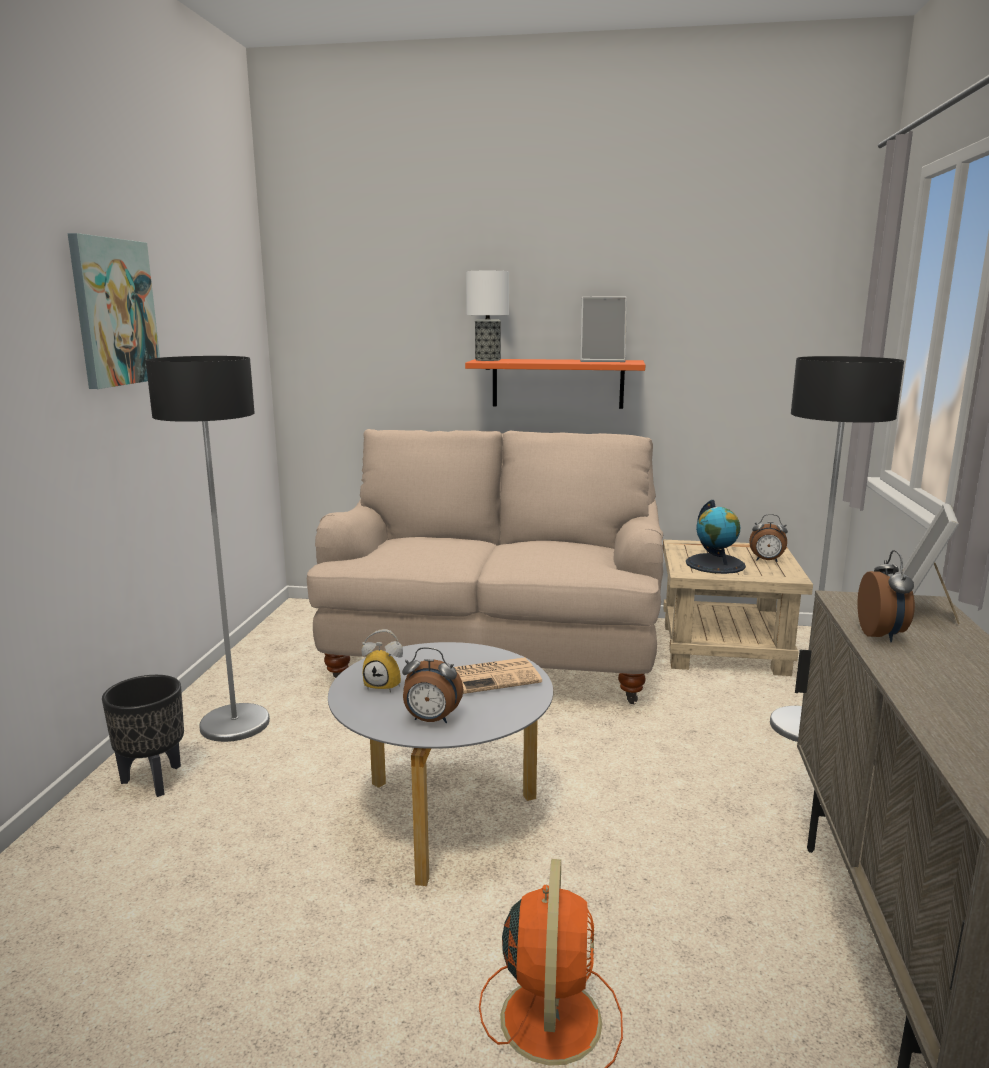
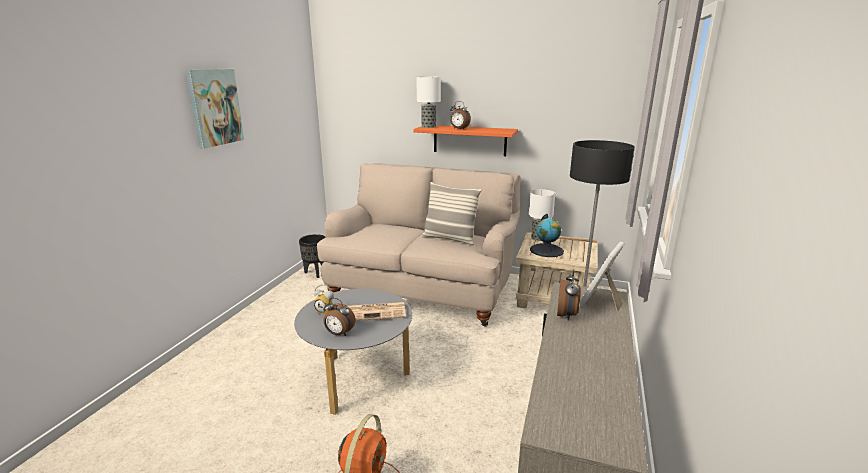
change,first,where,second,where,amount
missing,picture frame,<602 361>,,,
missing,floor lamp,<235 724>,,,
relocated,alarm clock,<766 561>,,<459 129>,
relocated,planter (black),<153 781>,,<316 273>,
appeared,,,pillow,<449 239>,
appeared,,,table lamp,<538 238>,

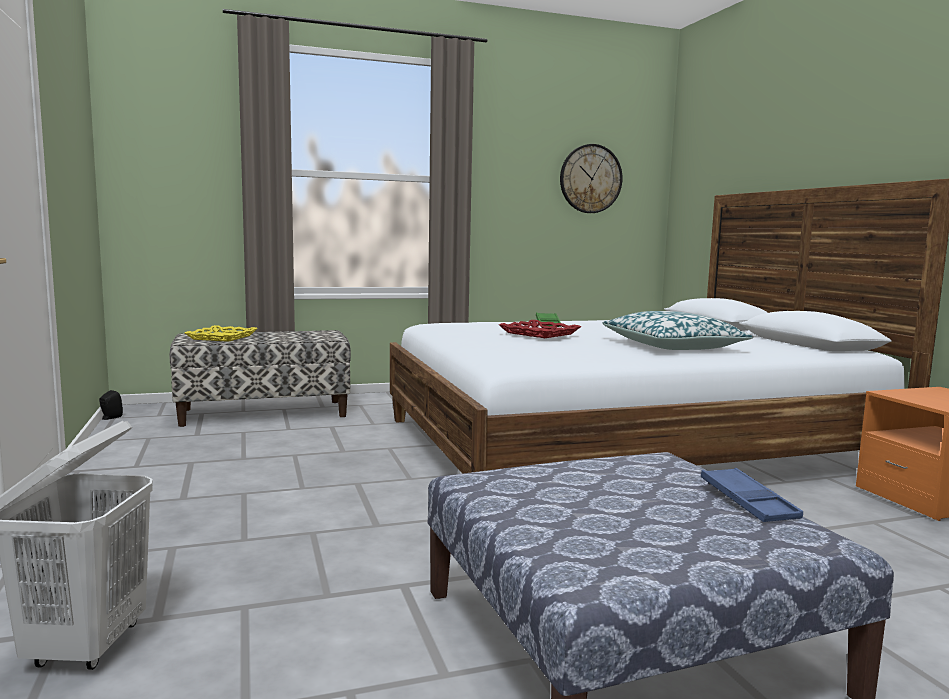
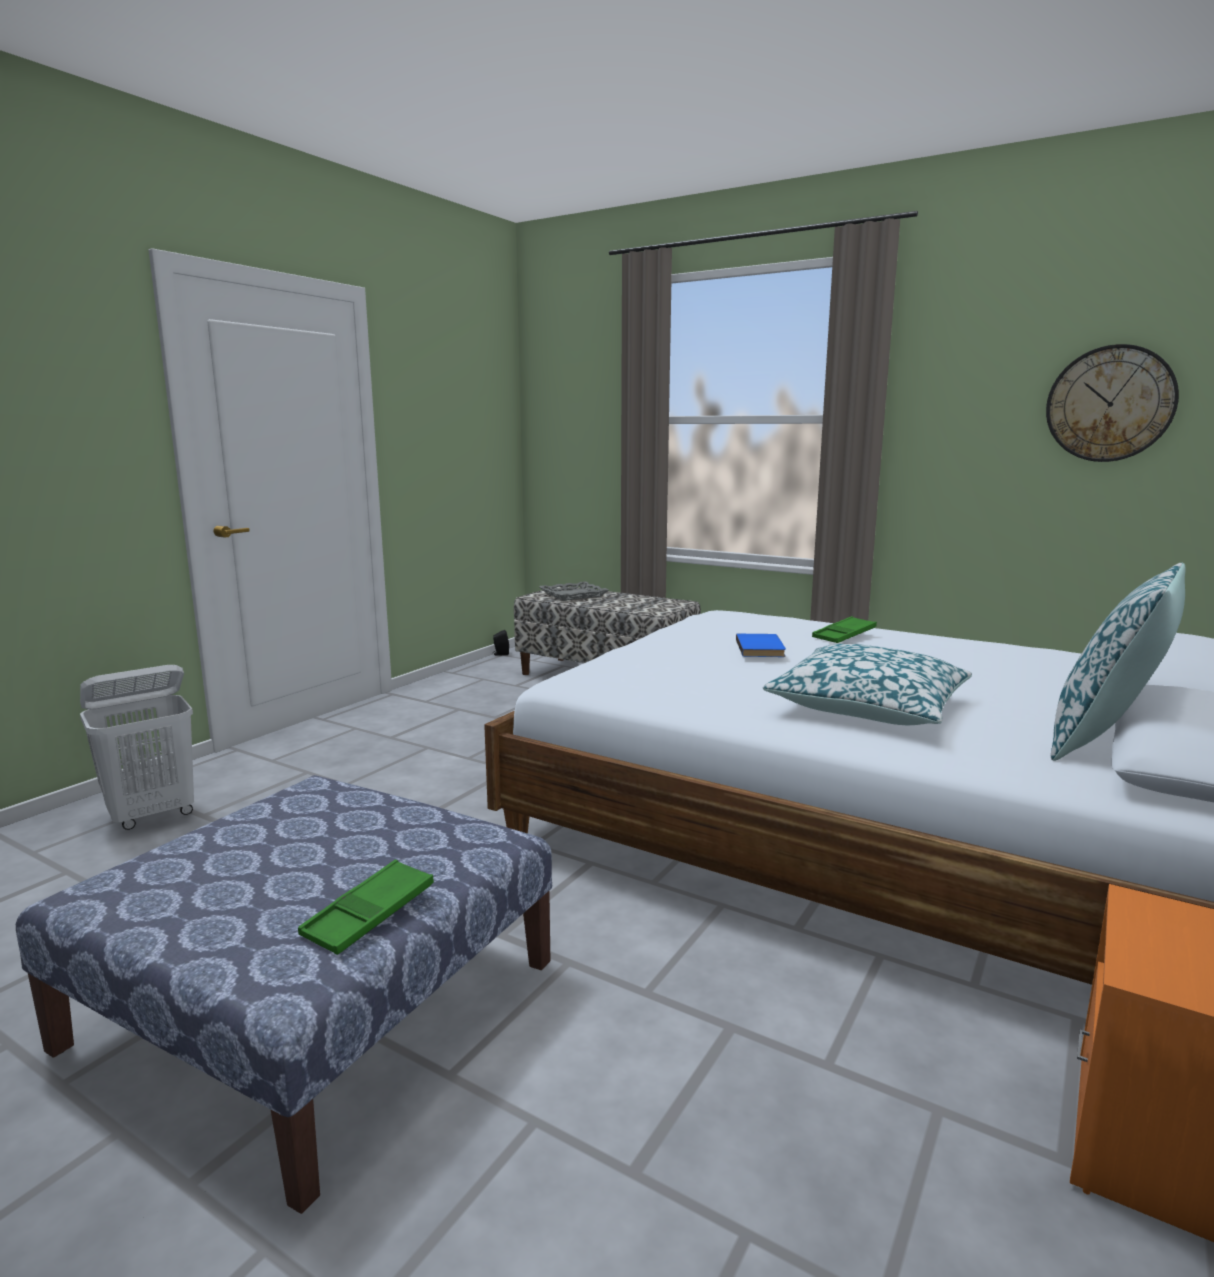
change,first,where,second,where,amount
exchanged,tray (red),<540 333>,book (blue),<762 648>,
colour,tray (yellow),<222 337>,tray (grey),<573 595>,
colour,tray (blue),<748 502>,tray (green),<369 914>,
appeared,,,pillow,<1107 740>,

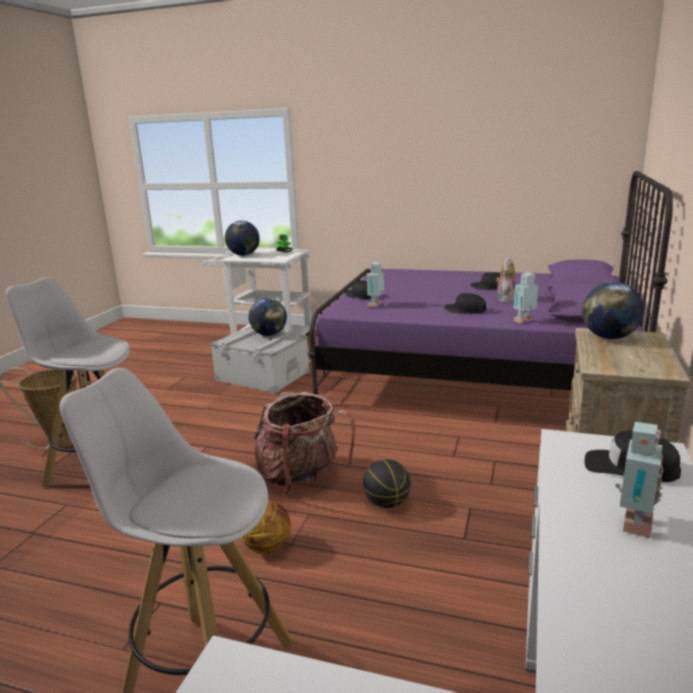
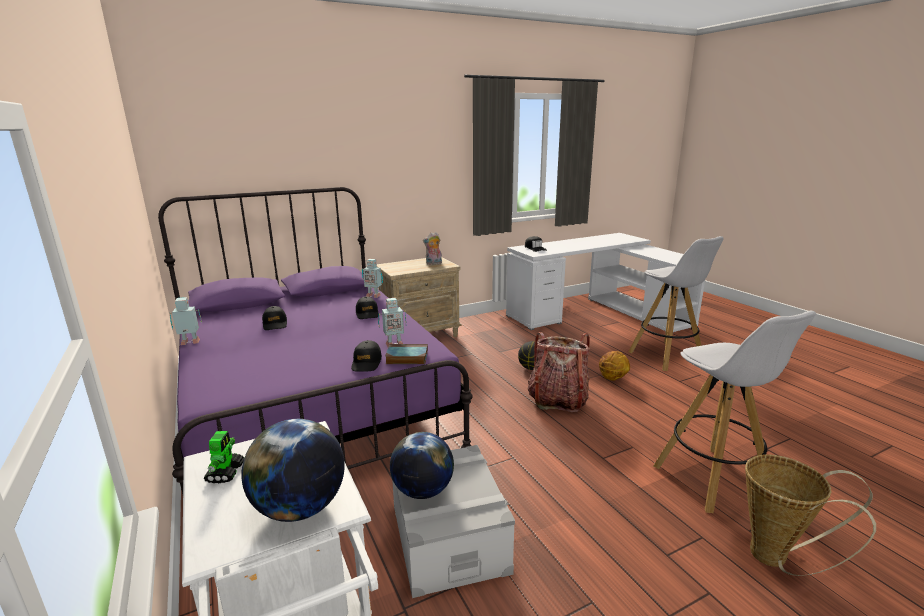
change,first,where,second,where,amount
relocated,plush toy,<505 299>,,<433 263>,
missing,globe,<609 337>,,,
relocated,toy robot,<633 525>,,<190 343>,
appeared,,,book,<406 357>,

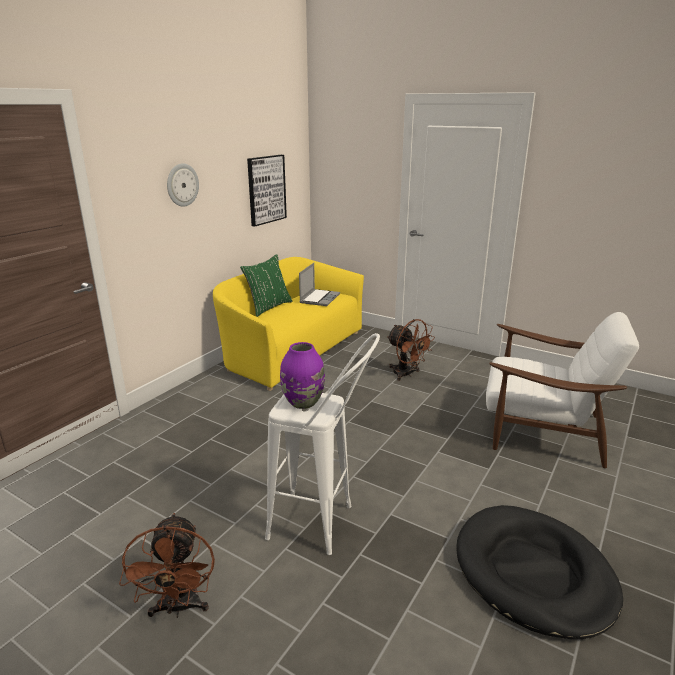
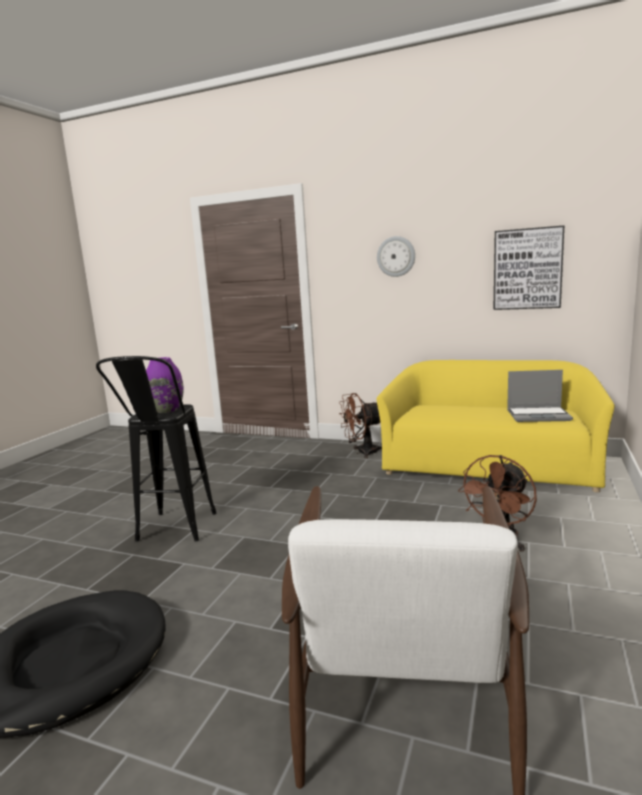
change,first,where,second,where,amount
missing,pillow (green),<268 307>,,,
colour,stool (white),<323 525>,stool (black),<172 533>,
relocated,fan (brown),<179 608>,,<362 452>,

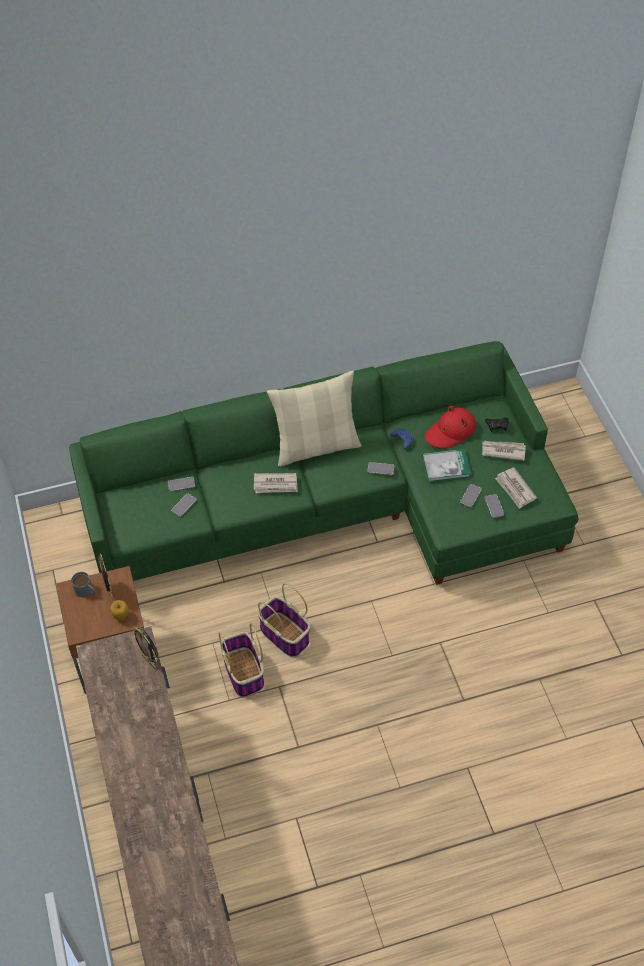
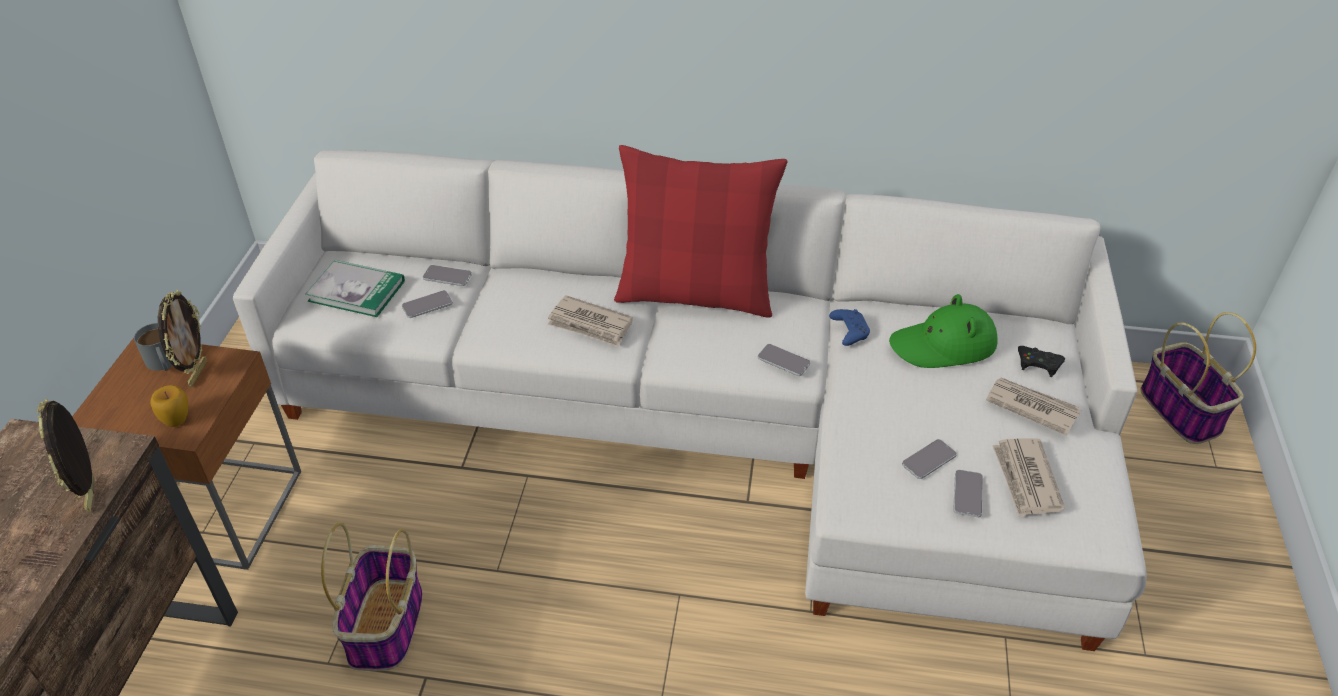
change,first,where,second,where,amount
colour,sofa (green),<340 503>,sofa (white),<721 420>,
colour,pillow (beige),<316 446>,pillow (red),<695 294>,
colour,hat (red),<450 431>,hat (green),<943 345>,
relocated,book,<446 466>,,<356 291>,
relocated,basket,<285 635>,,<1182 411>,

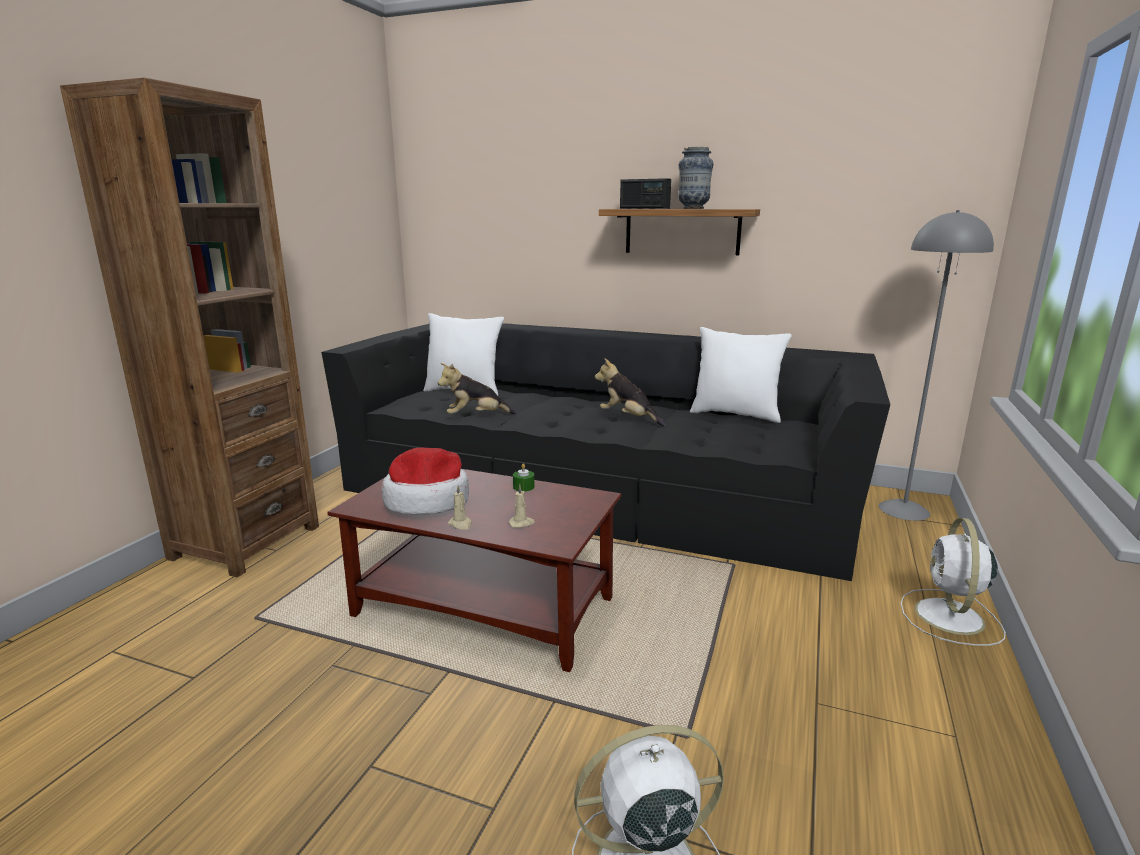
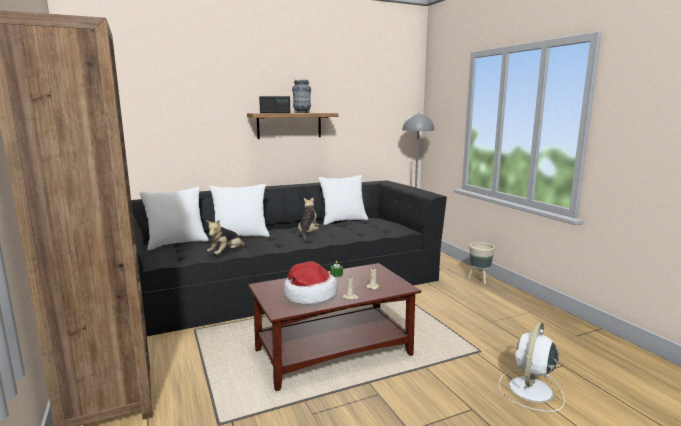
change,first,where,second,where,amount
spun,plush toy,<628 418>,,<308 233>,105 degrees clockwise
exchanged,fan (white),<949 618>,planter (beige),<479 280>,
appeared,,,pillow (white),<241 237>,

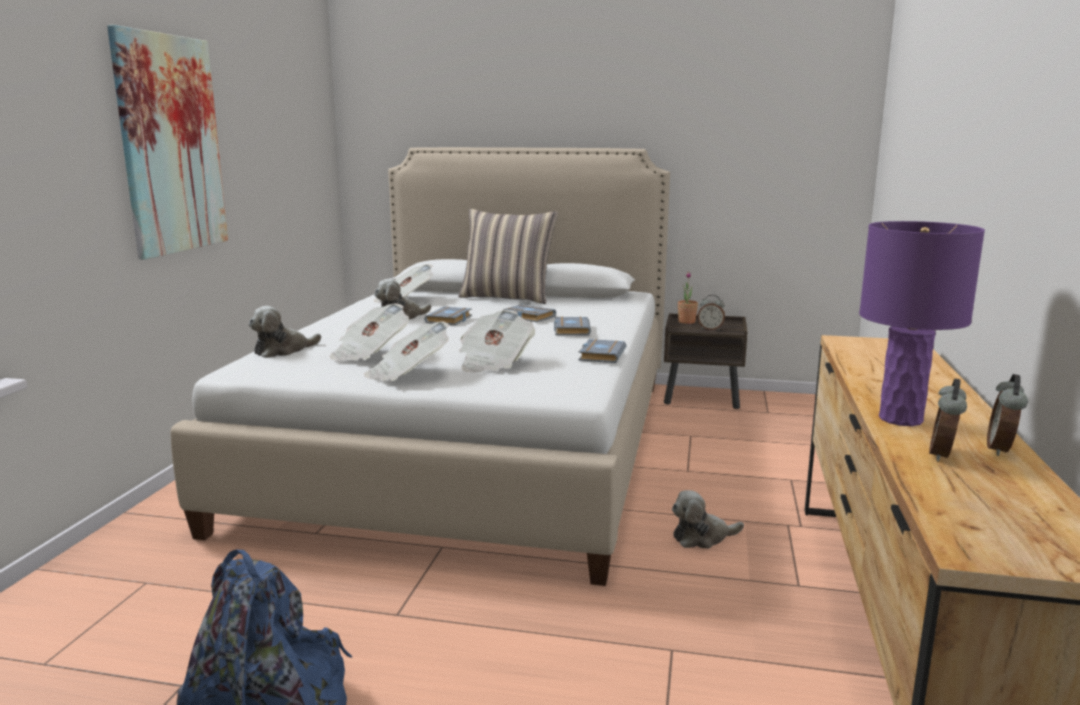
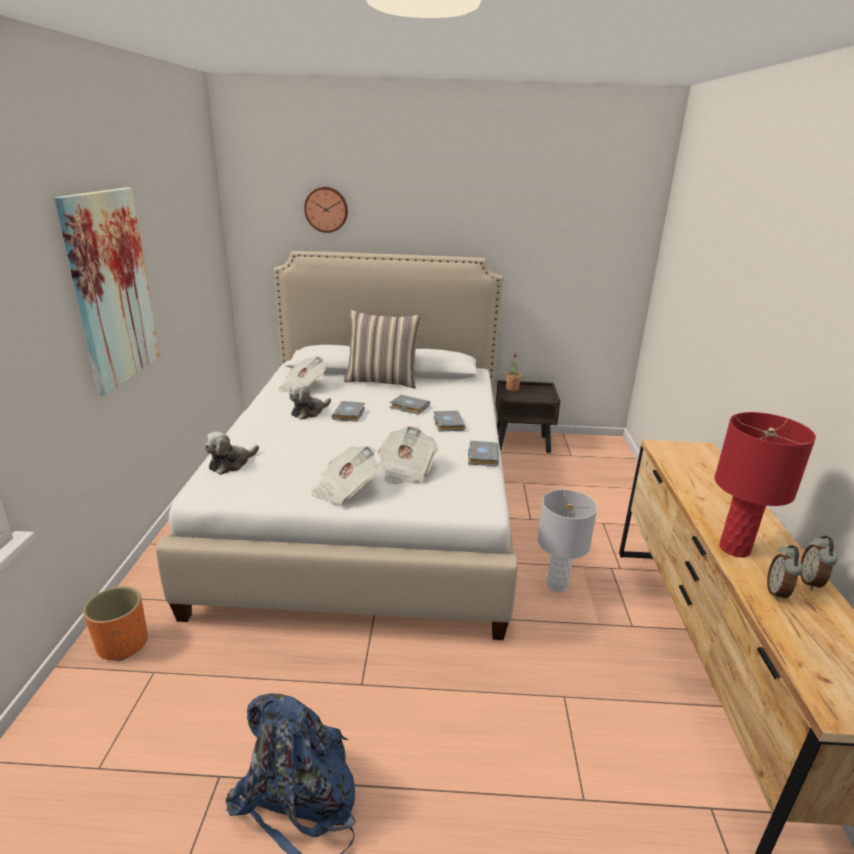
change,first,where,second,where,amount
colour,table lamp (purple),<900 419>,table lamp (red),<734 548>,
missing,alarm clock,<710 329>,,,
missing,newspaper,<369 353>,,,
exchanged,plush toy,<702 537>,table lamp (grey),<557 585>,
appeared,,,wall clock,<326 209>,
appeared,,,planter (orange),<122 644>,

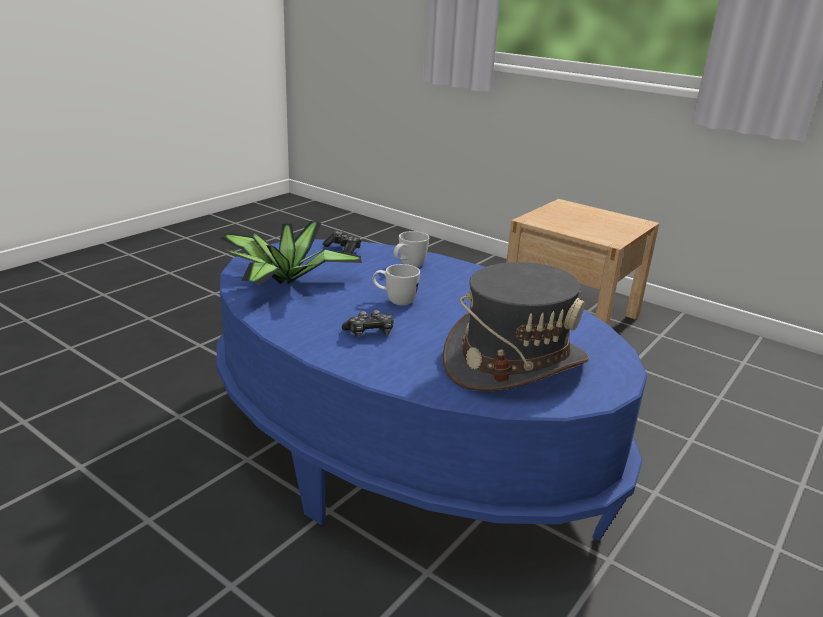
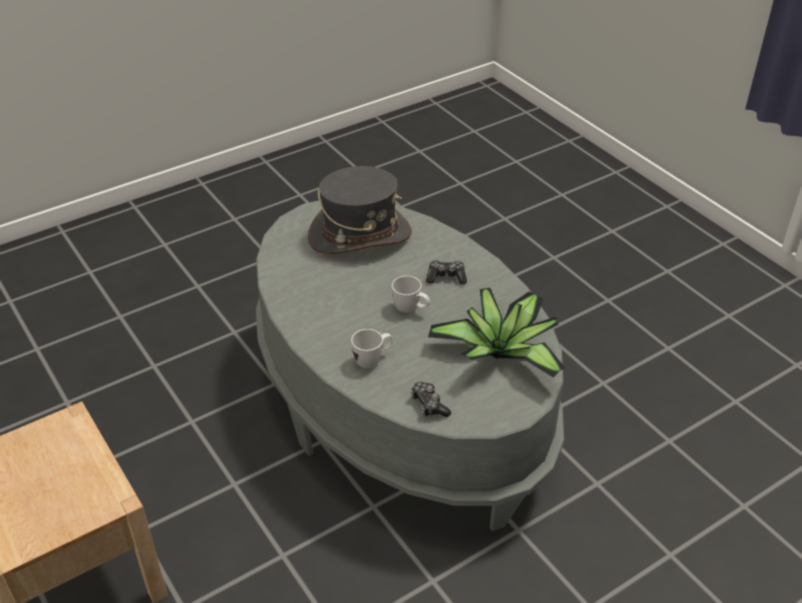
change,first,where,second,where,amount
colour,coffee table (blue),<403 450>,coffee table (grey),<401 404>,

